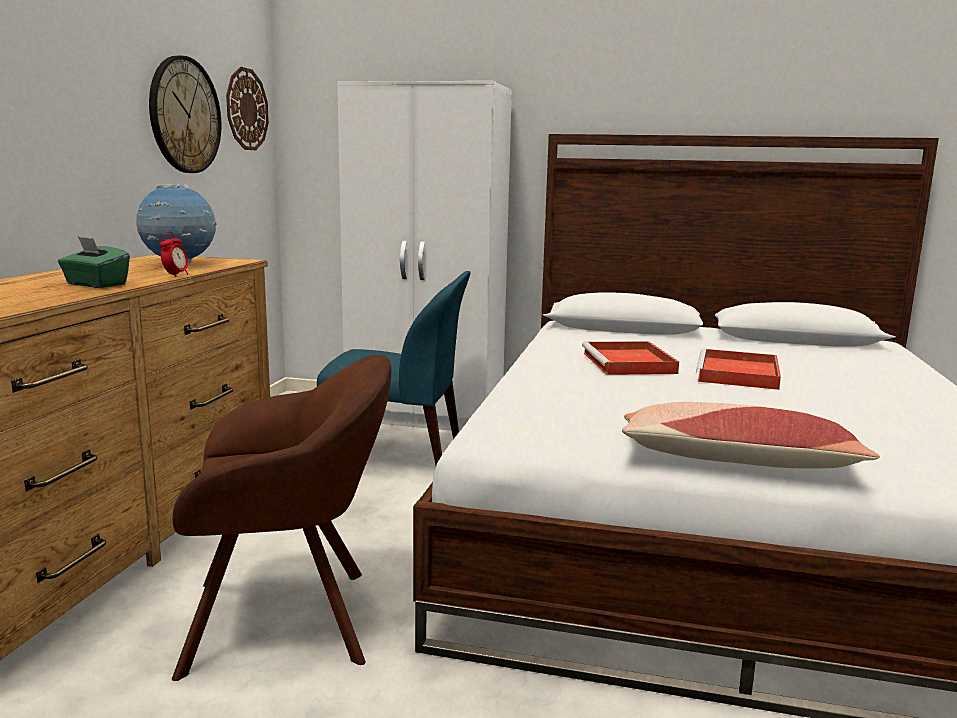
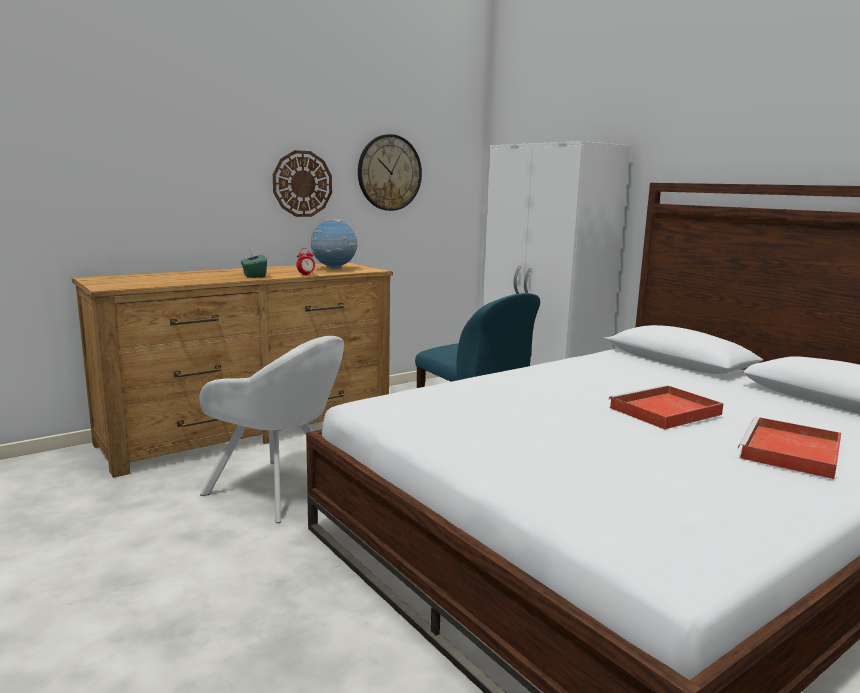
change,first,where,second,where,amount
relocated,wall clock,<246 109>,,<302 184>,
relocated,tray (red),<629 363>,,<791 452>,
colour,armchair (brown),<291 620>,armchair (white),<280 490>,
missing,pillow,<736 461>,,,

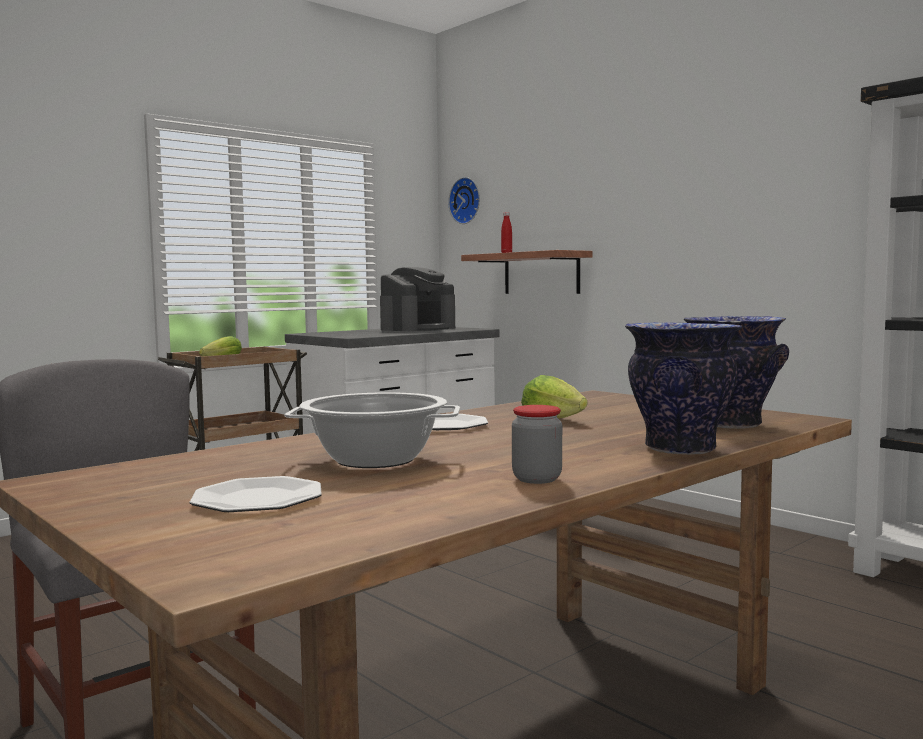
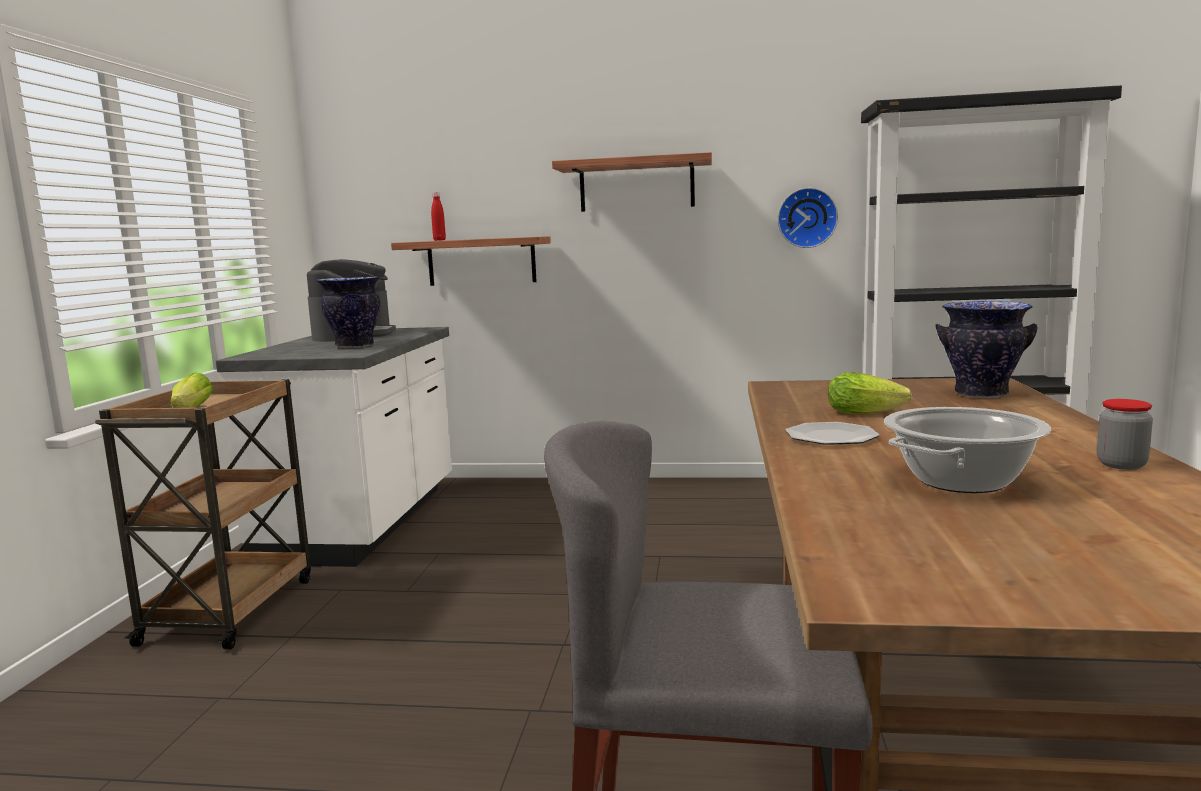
change,first,where,second,where,amount
relocated,wall clock,<466 201>,,<807 218>,
relocated,vase,<681 449>,,<355 346>,
missing,plate,<258 499>,,,
appeared,,,shelf,<636 185>,

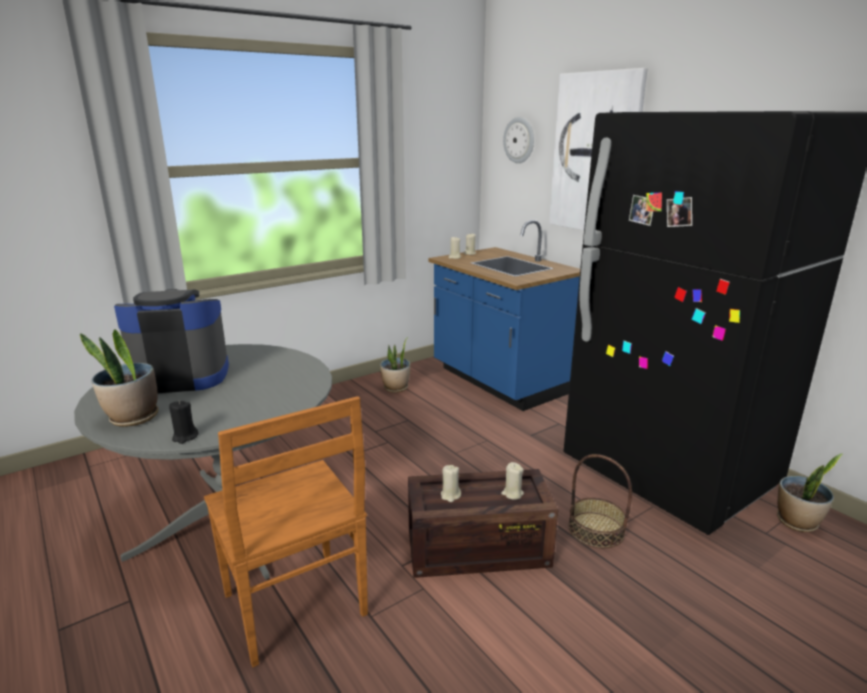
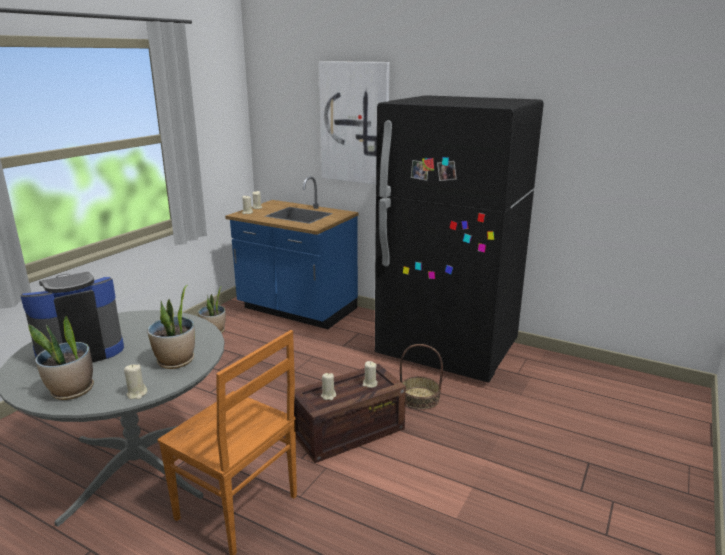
change,first,where,second,where,amount
missing,wall clock,<519 140>,,,
colour,candle (black),<185 437>,candle (beige),<137 394>,
relocated,potted plant,<797 522>,,<176 361>,

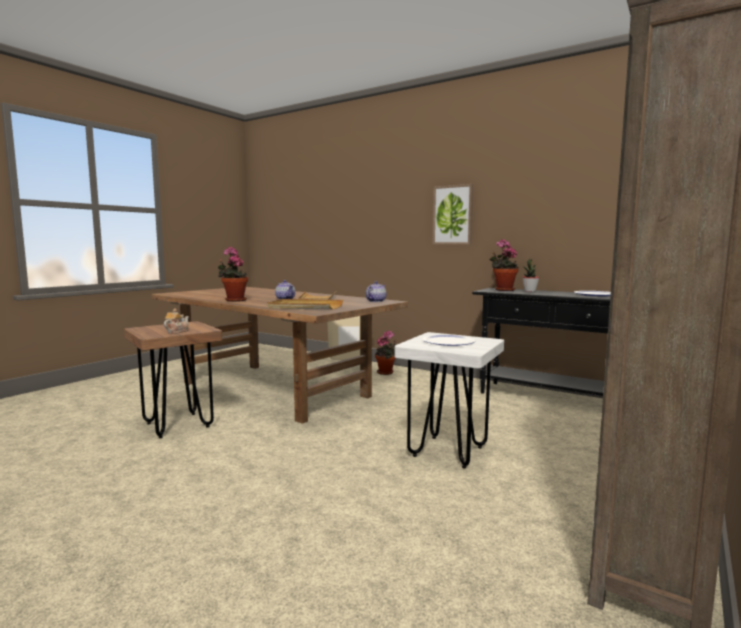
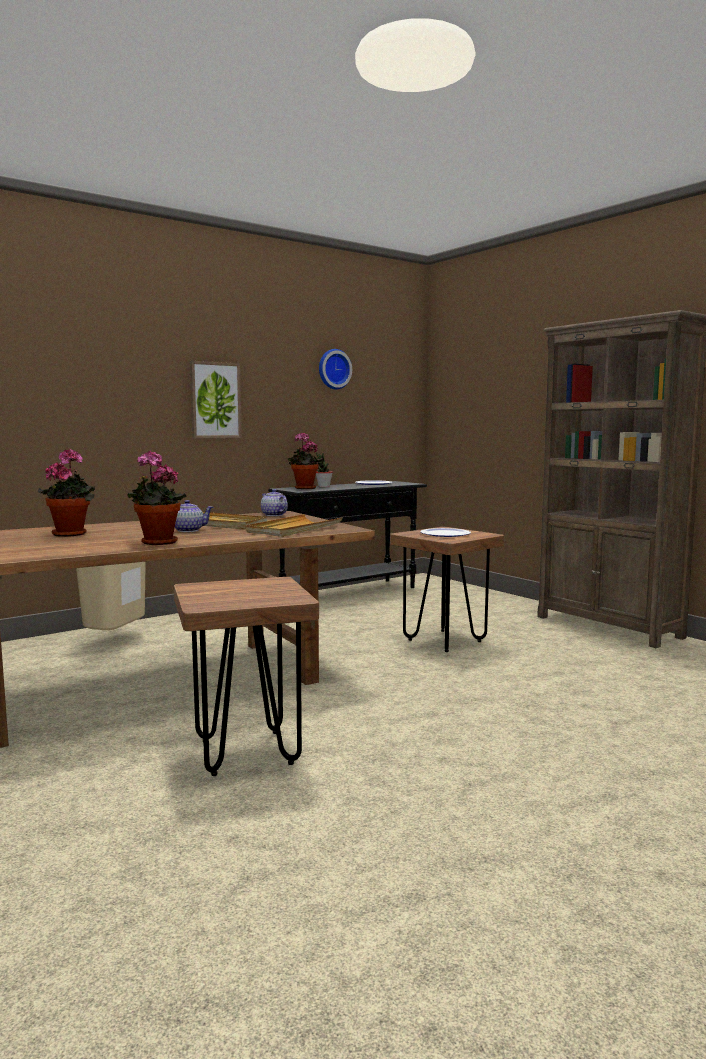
change,first,where,second,where,amount
missing,teapot,<177 331>,,,
relocated,potted plant,<386 372>,,<71 534>,
colour,stool (white),<448 452>,stool (brown),<445 641>,
appeared,,,wall clock,<333 369>,

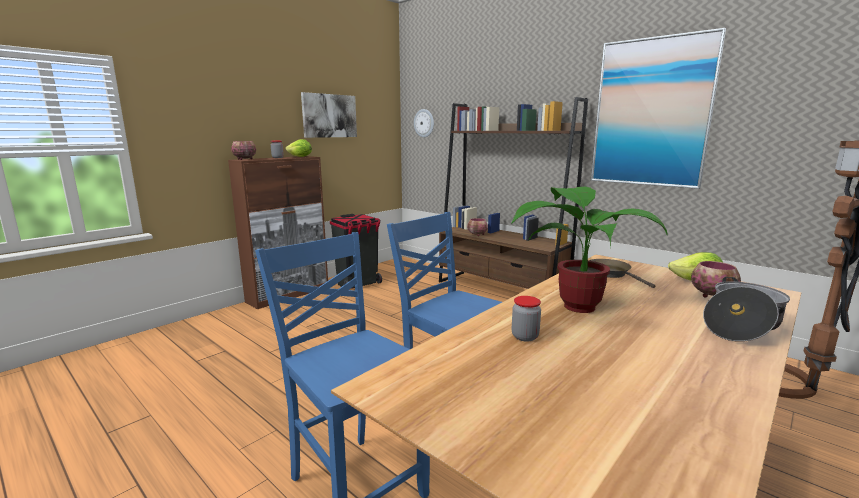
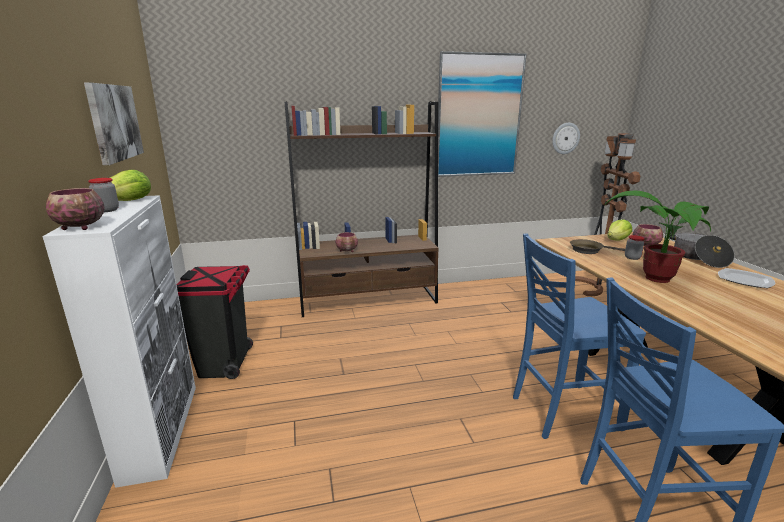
change,first,where,second,where,amount
relocated,wall clock,<424 123>,,<565 138>,
colour,cabinet (brown),<289 294>,cabinet (white),<162 429>,
relocated,jar,<525 336>,,<632 257>,
appeared,,,plate,<745 280>,

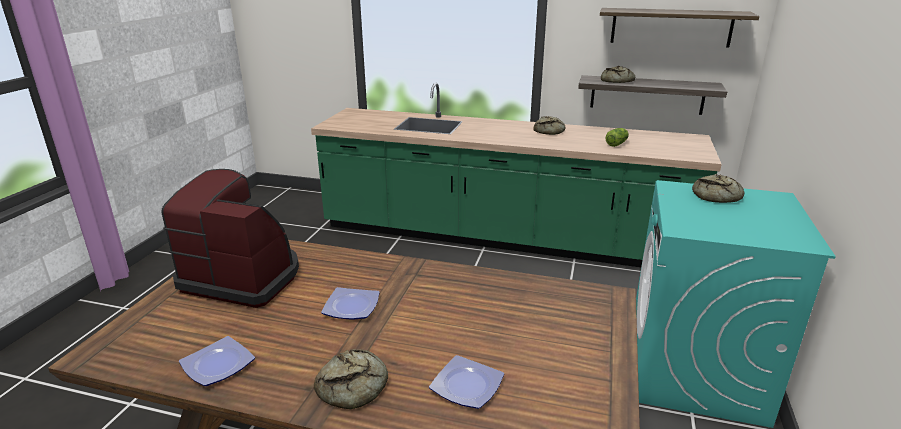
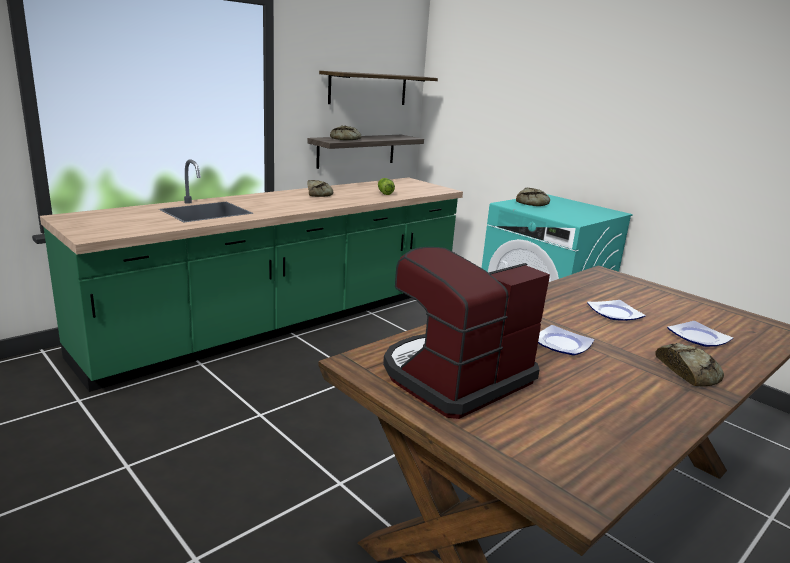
change,first,where,second,where,amount
relocated,plate,<216 365>,,<614 314>,

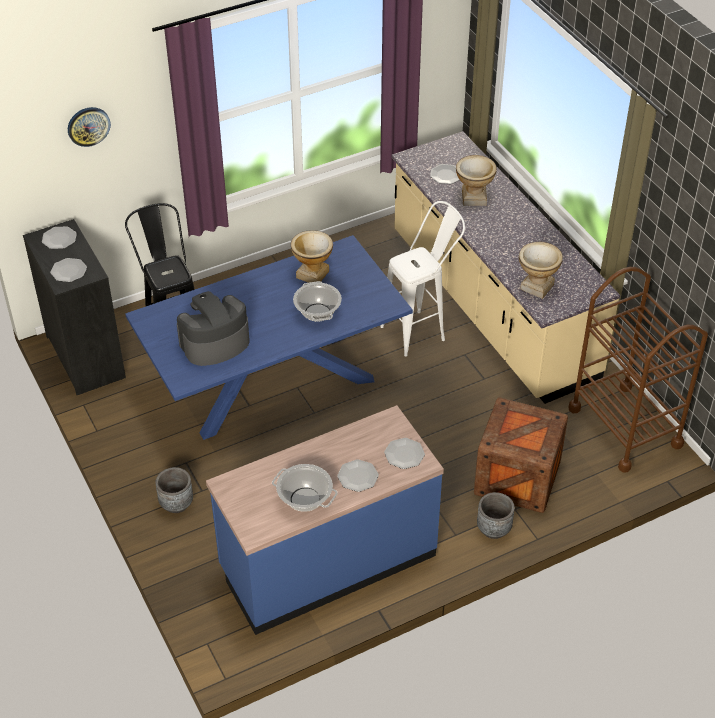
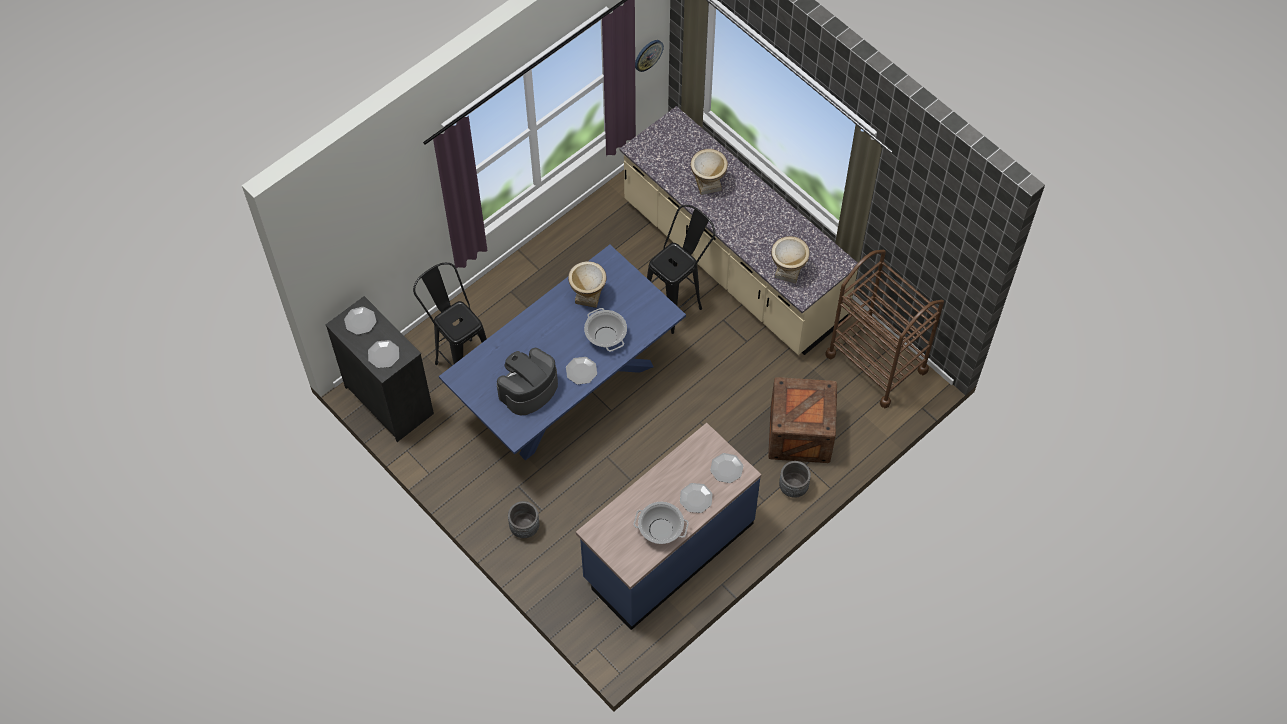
change,first,where,second,where,amount
relocated,wall clock,<88 126>,,<648 55>,
relocated,plate,<446 175>,,<581 371>,
colour,stool (white),<421 330>,stool (black),<678 302>,

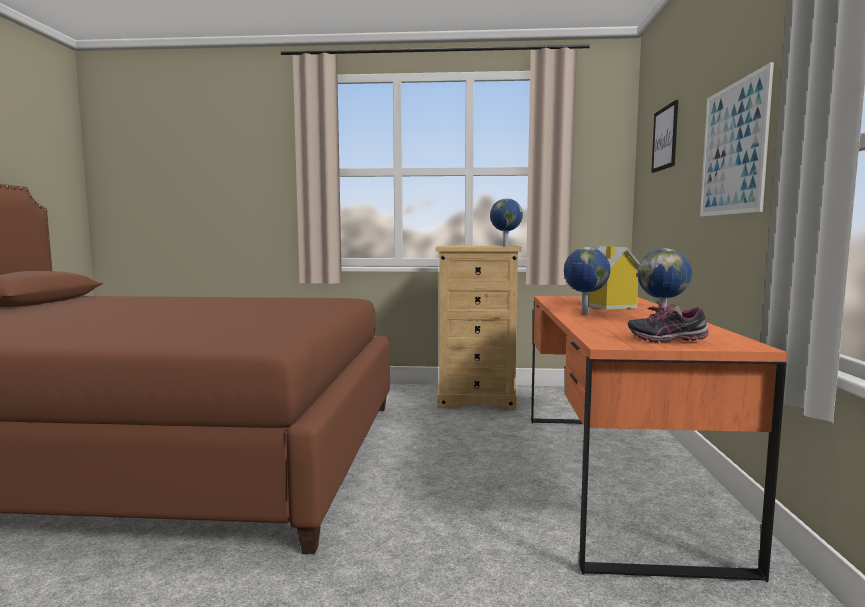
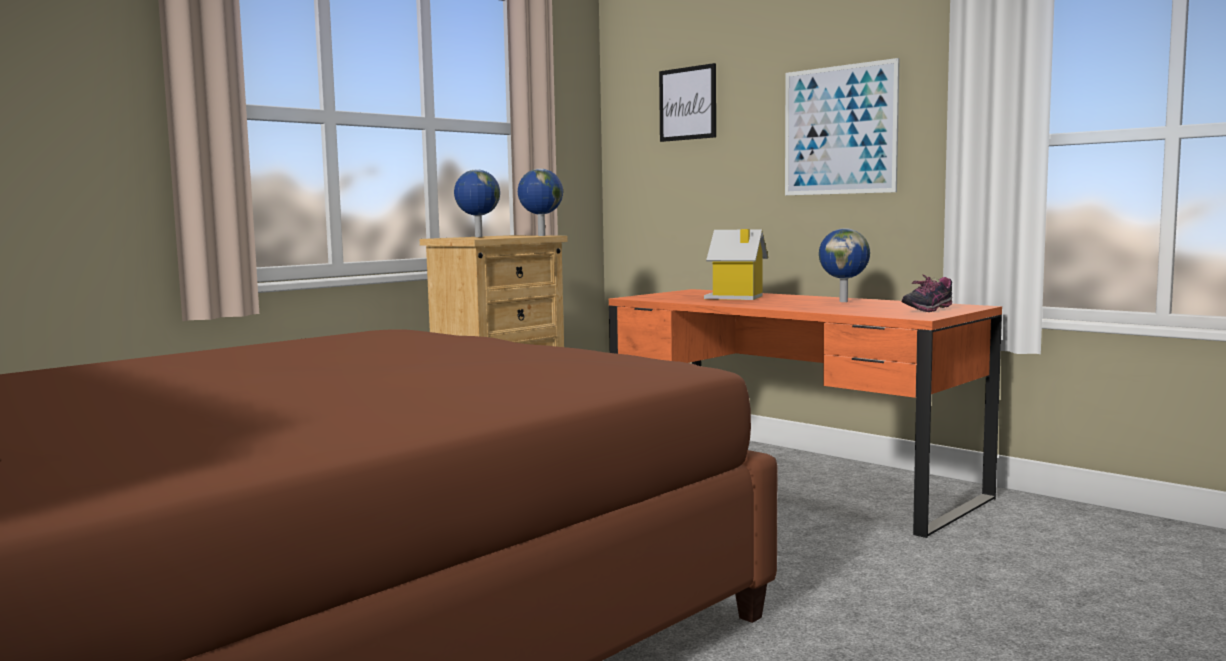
change,first,where,second,where,amount
relocated,globe,<584 313>,,<478 237>,

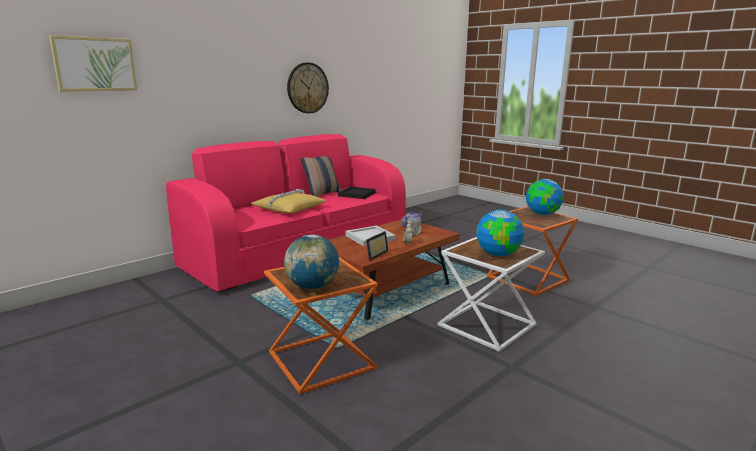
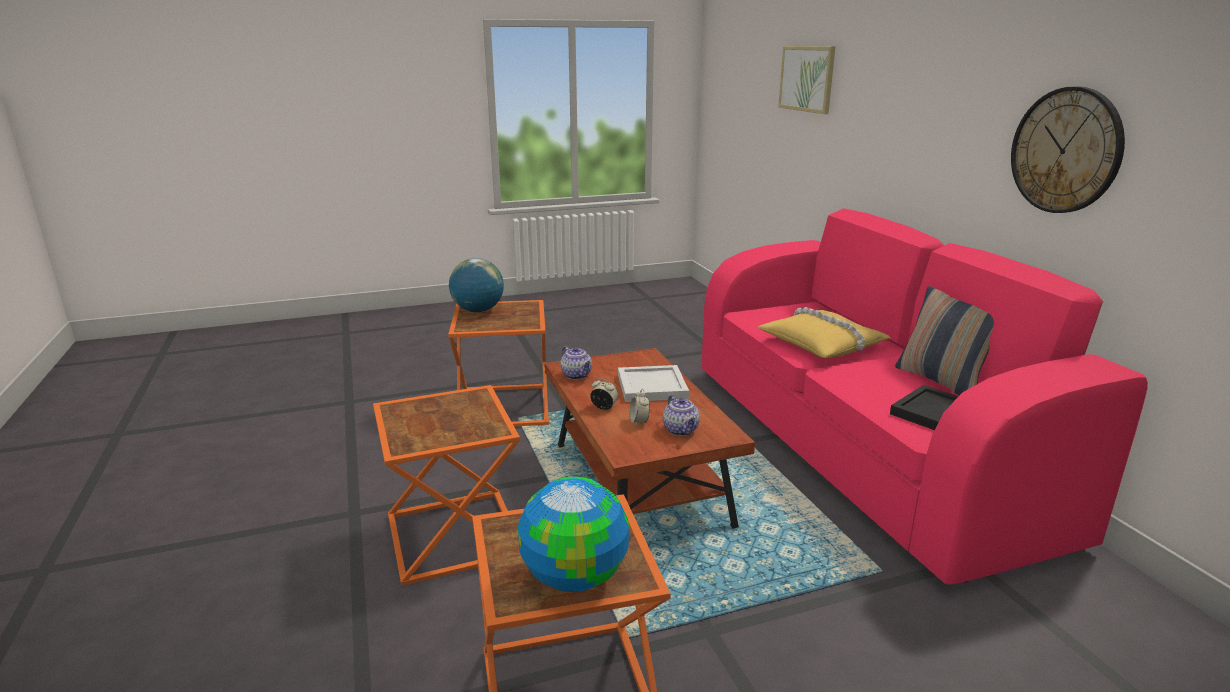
change,first,where,second,where,amount
missing,globe,<497 254>,,,
exchanged,picture frame,<374 254>,teapot,<577 375>,
colour,side table (white),<487 326>,side table (orange),<452 535>,

